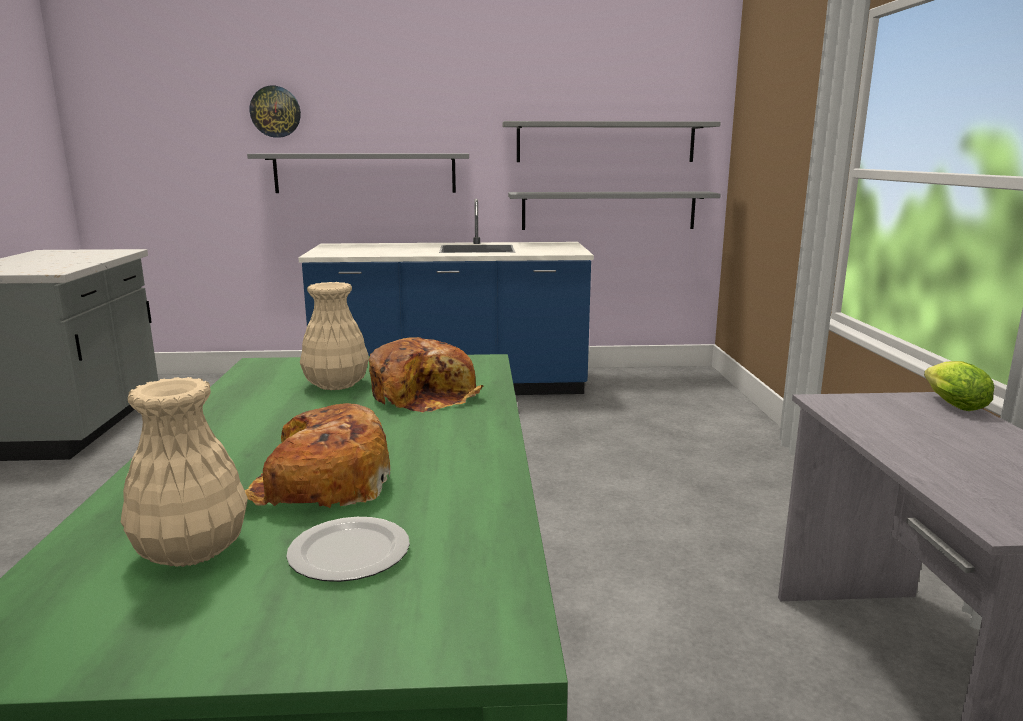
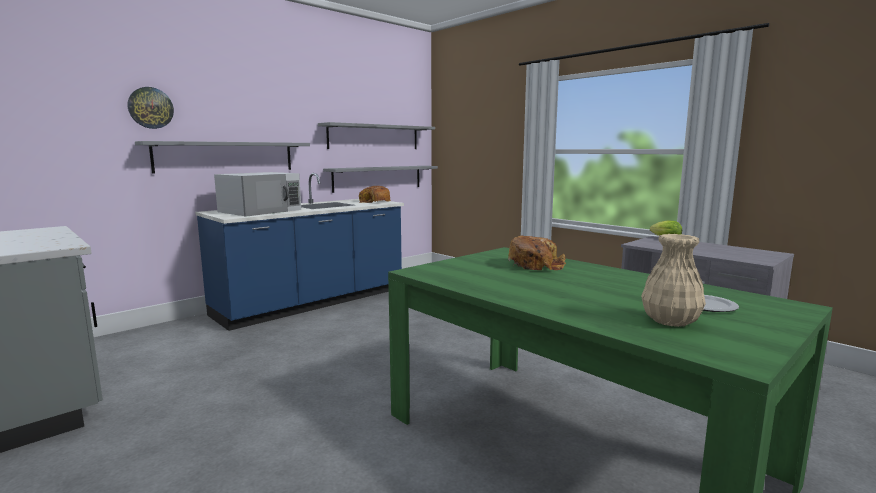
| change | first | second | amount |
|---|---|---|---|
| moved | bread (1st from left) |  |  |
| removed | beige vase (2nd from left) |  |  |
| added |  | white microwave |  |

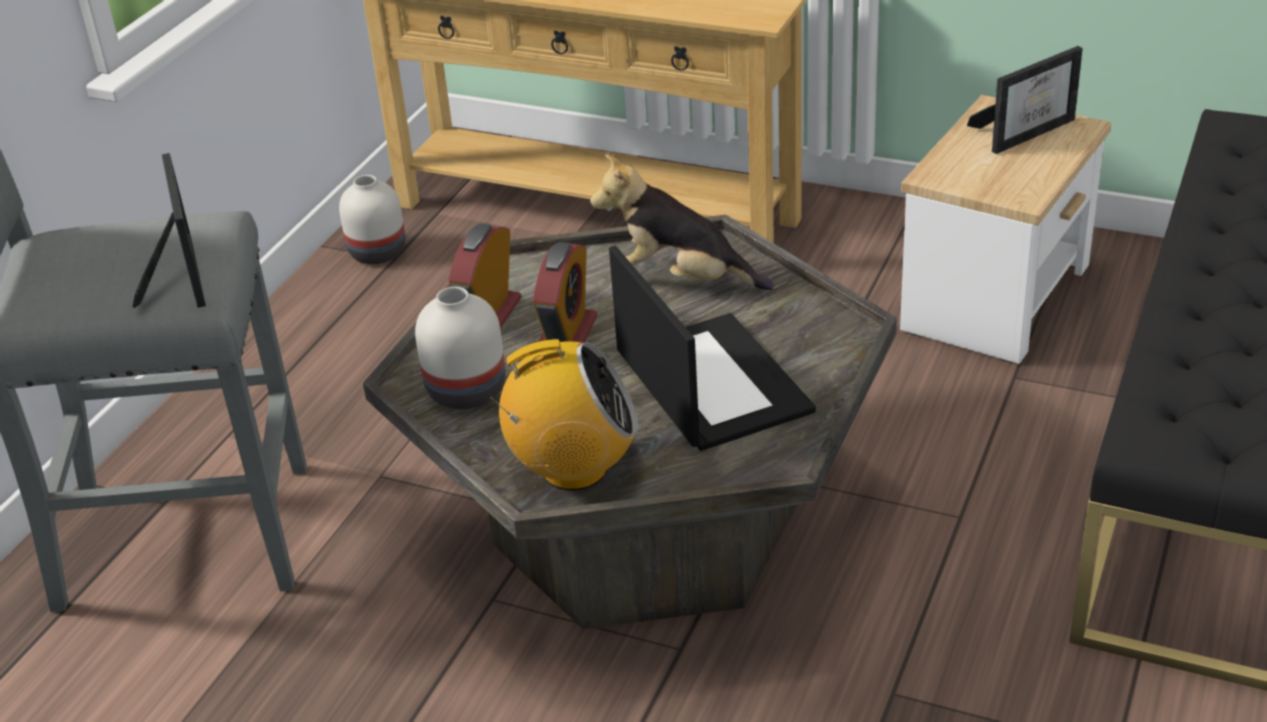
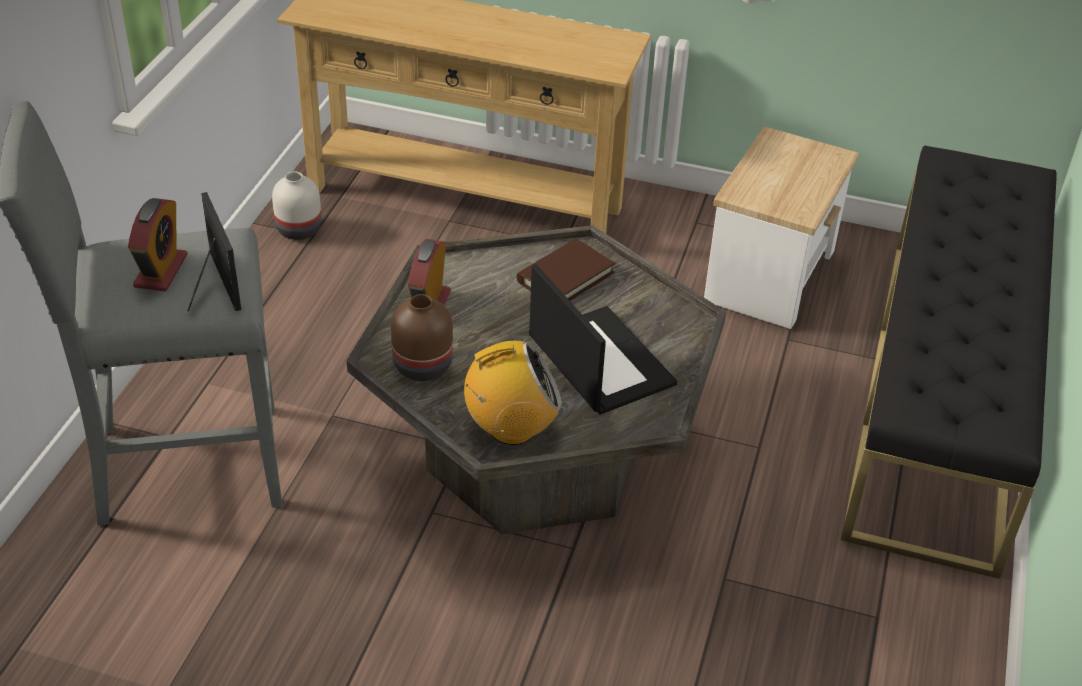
| change | first | second | amount |
|---|---|---|---|
| recoloured | white vase (2nd from left) | brown vase |  |
| moved | alarm clock (2nd from left in the first image) | alarm clock (1st from left) |  |
| replaced | plush toy | brown book |  |
| removed | picture frame (2nd from left) |  |  |

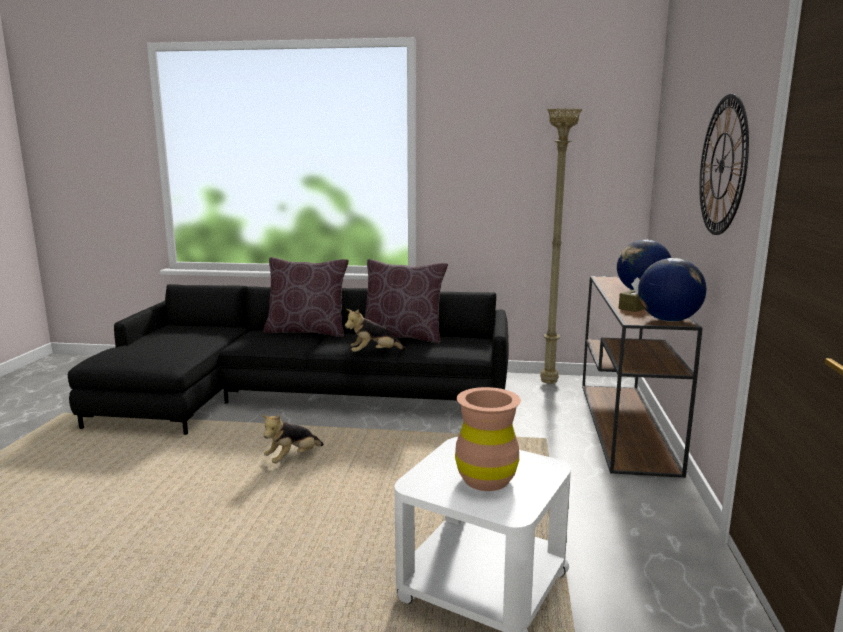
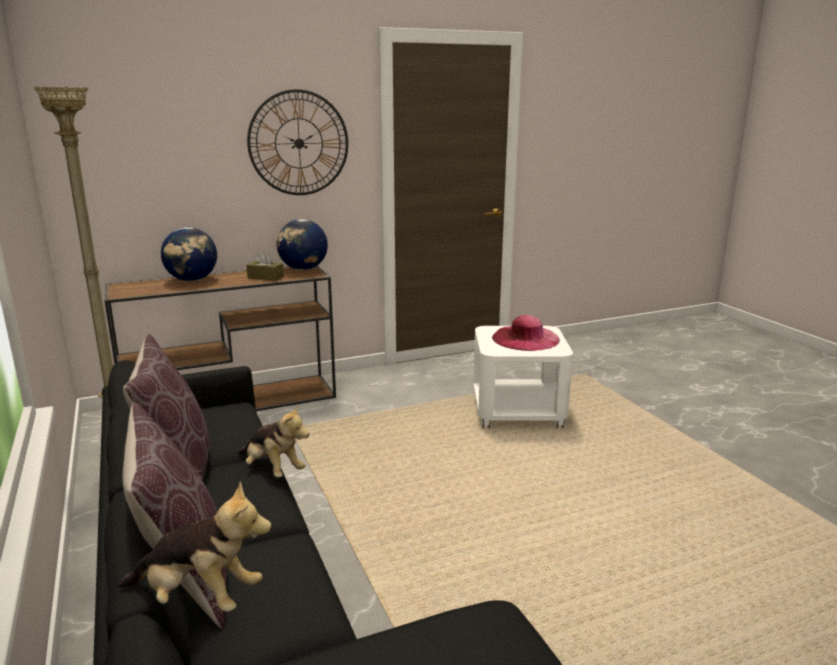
| change | first | second | amount |
|---|---|---|---|
| moved | plush toy (1st from left) |  |  |
| replaced | brown vase | pink hat |  |

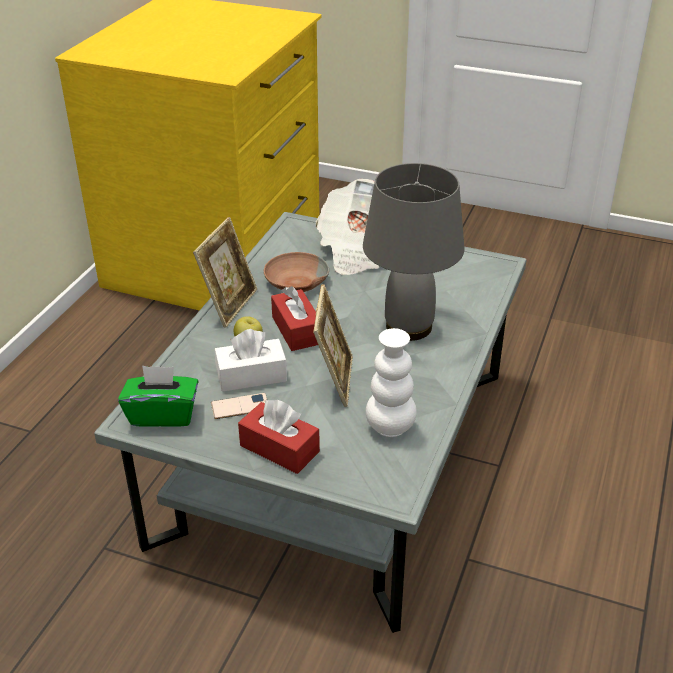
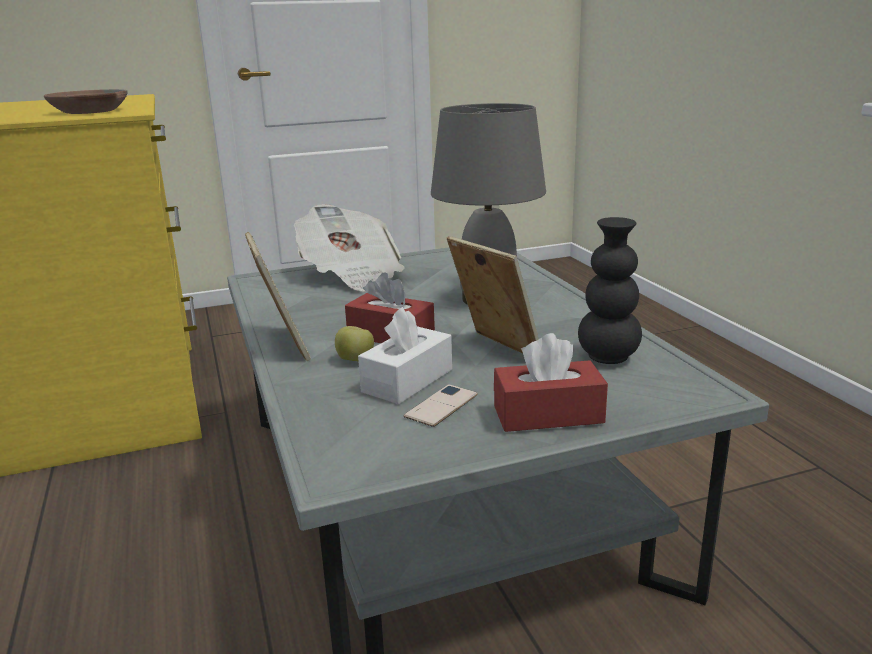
| change | first | second | amount |
|---|---|---|---|
| removed | green tissue box |  |  |
| moved | brown bowl |  |  |
| recoloured | white vase | black vase |  |

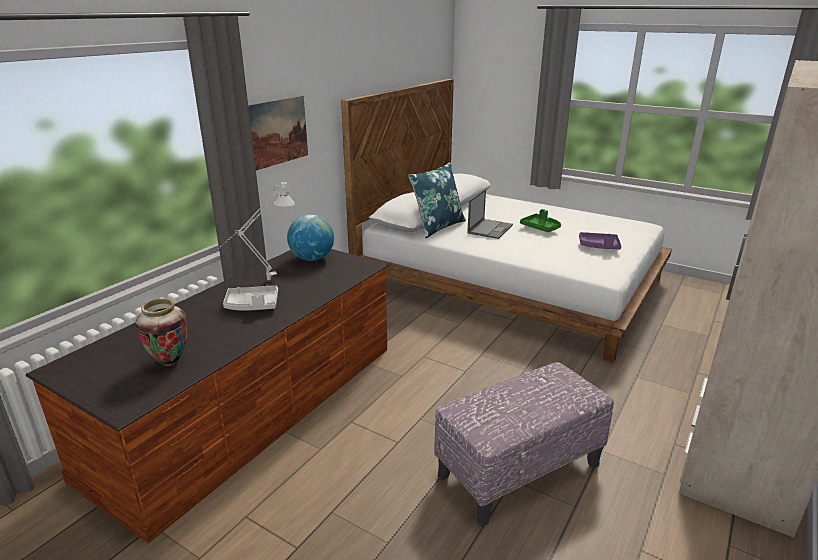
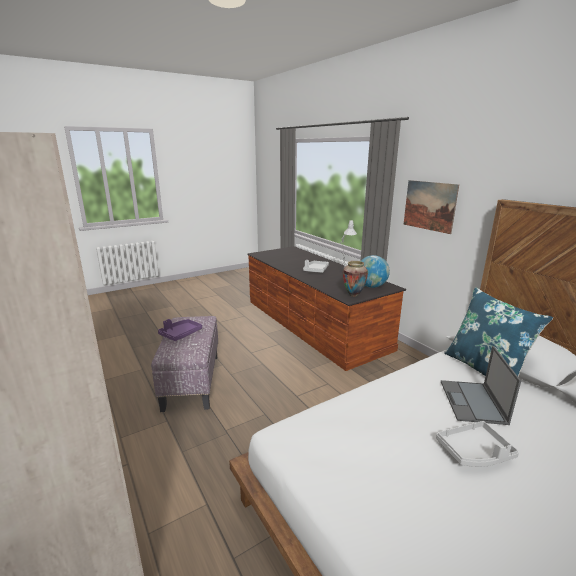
| change | first | second | amount |
|---|---|---|---|
| moved | vase |  |  |
| turned | laptop |  | 45 degrees clockwise |
| recoloured | green tray | grey tray (2nd from left) |  |
| moved | purple tray |  |  |

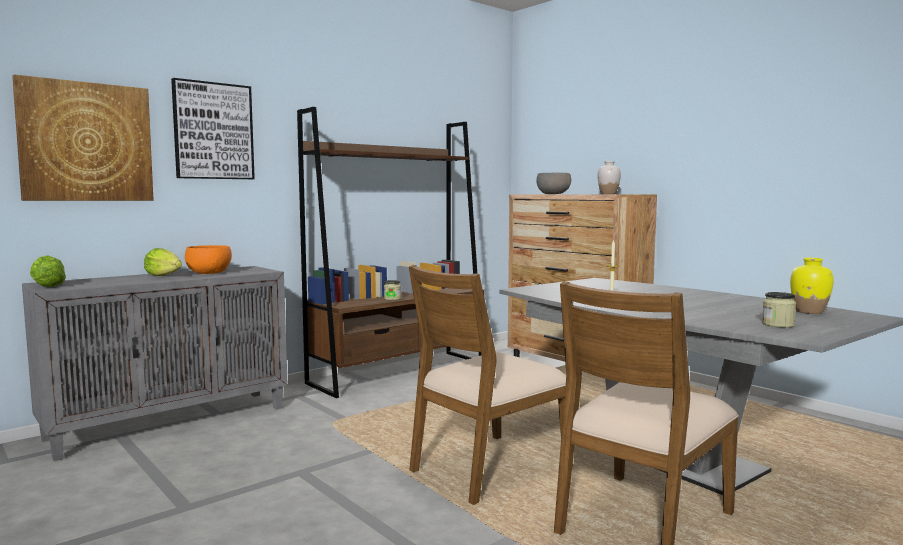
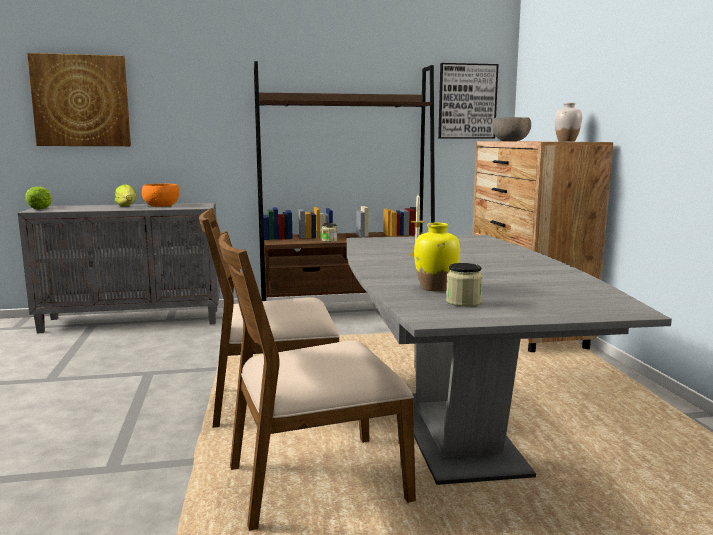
| change | first | second | amount |
|---|---|---|---|
| moved | picture (2nd from left) |  |  |
| moved | yellow vase |  |  |

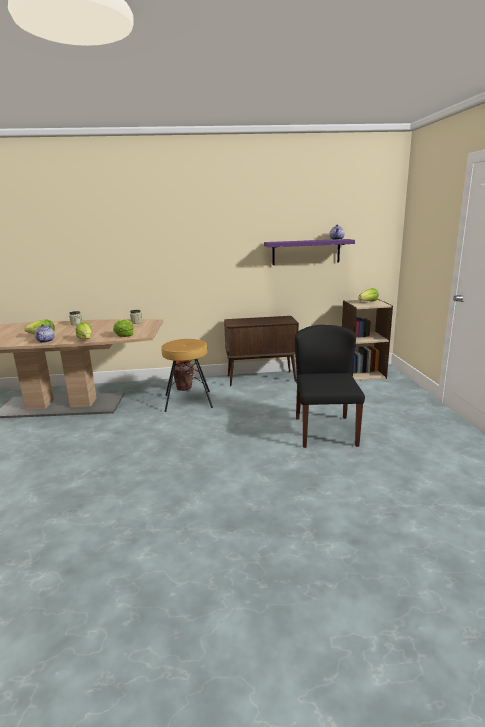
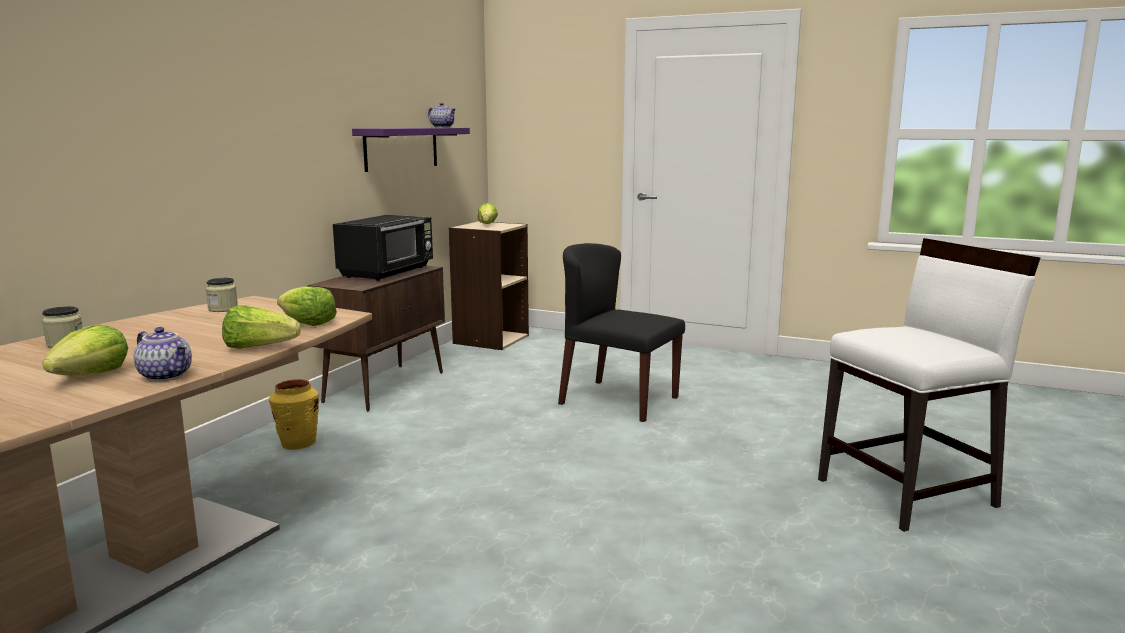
| change | first | second | amount |
|---|---|---|---|
| removed | brown stool |  |  |
| recoloured | brown vase | yellow vase |  |
| added |  | black microwave |  |
| added |  | white chair |  |

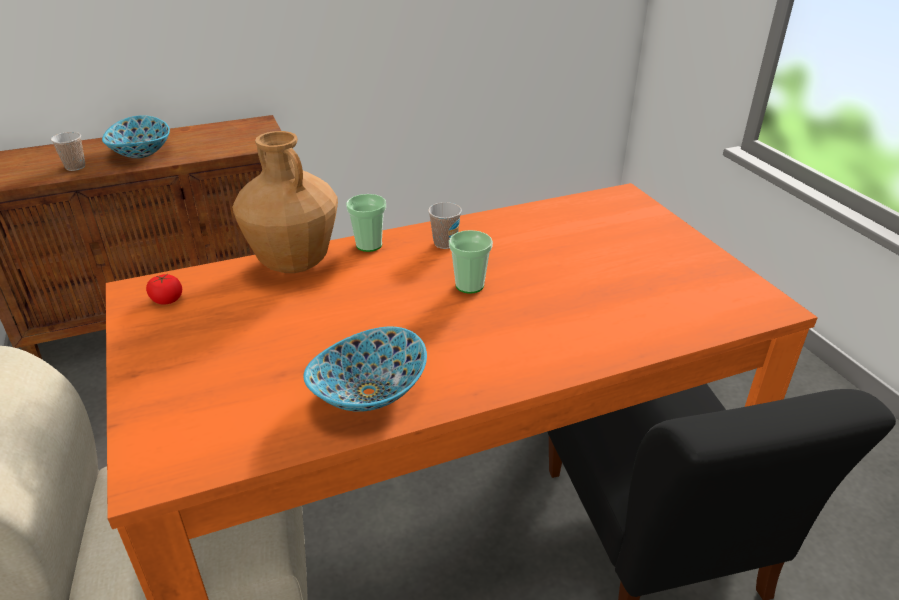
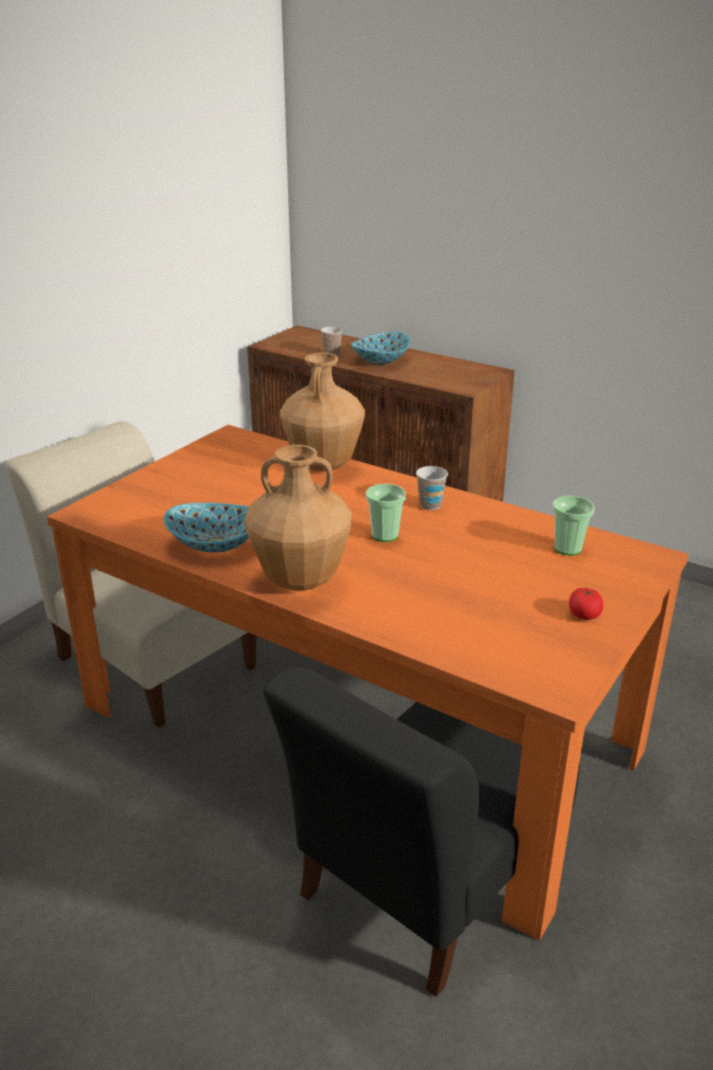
| change | first | second | amount |
|---|---|---|---|
| moved | tomato |  |  |
| moved | cup (2nd from left in the first image) | cup (4th from left) |  |
| added |  | brown vase (1st from left) |  |

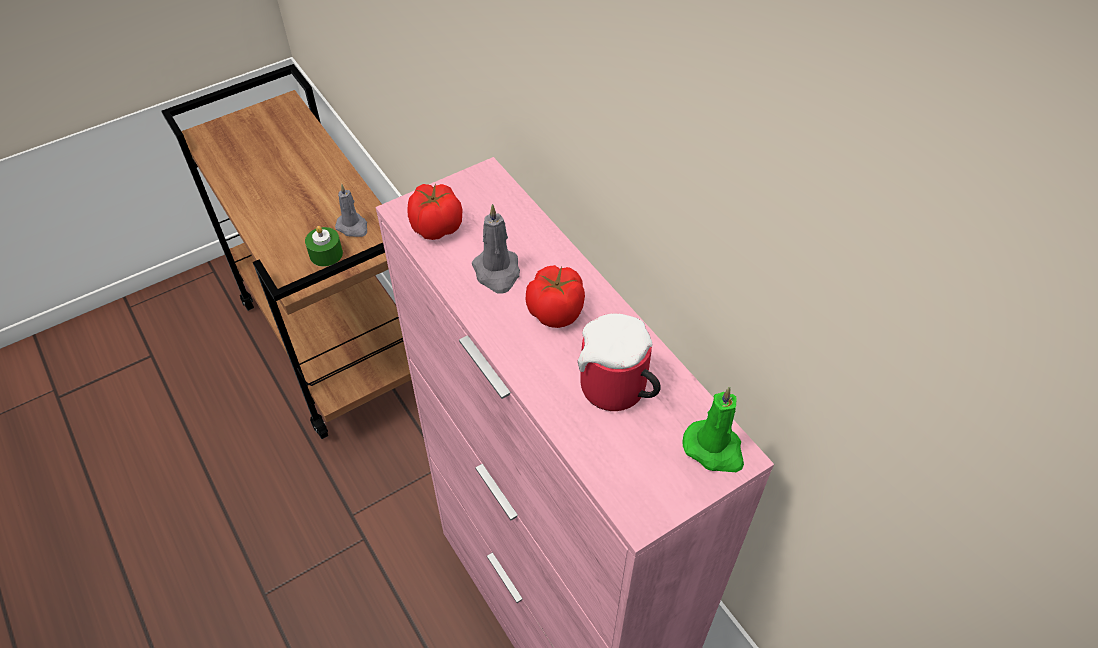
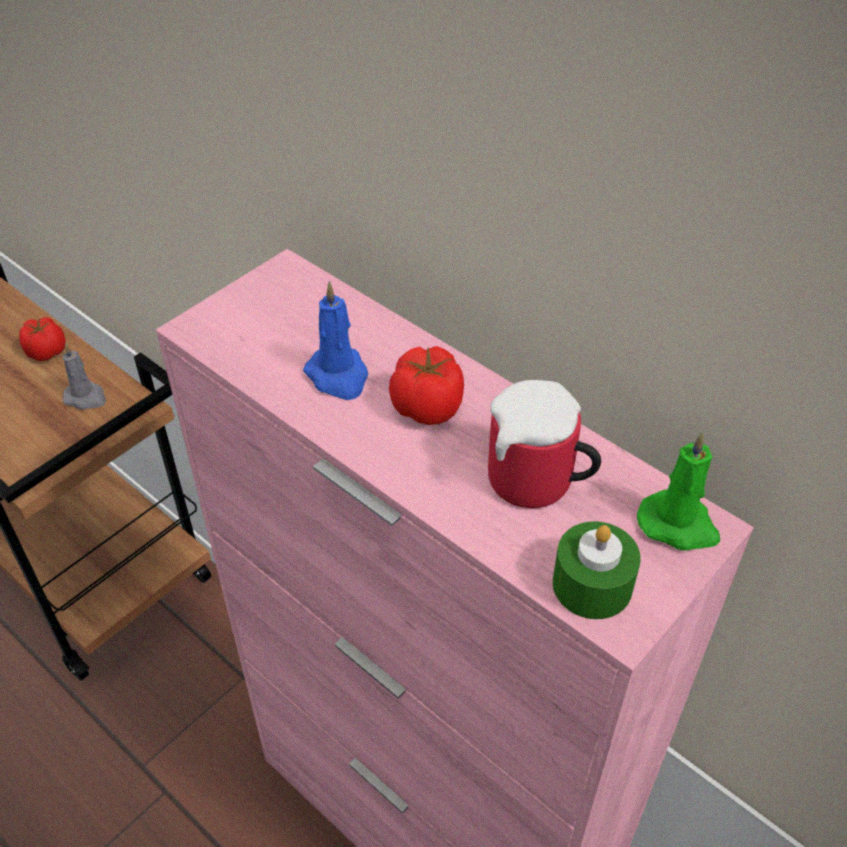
| change | first | second | amount |
|---|---|---|---|
| moved | green candle (1st from left) |  |  |
| moved | tomato (1st from left) |  |  |
| recoloured | grey candle (2nd from left) | blue candle |  |

